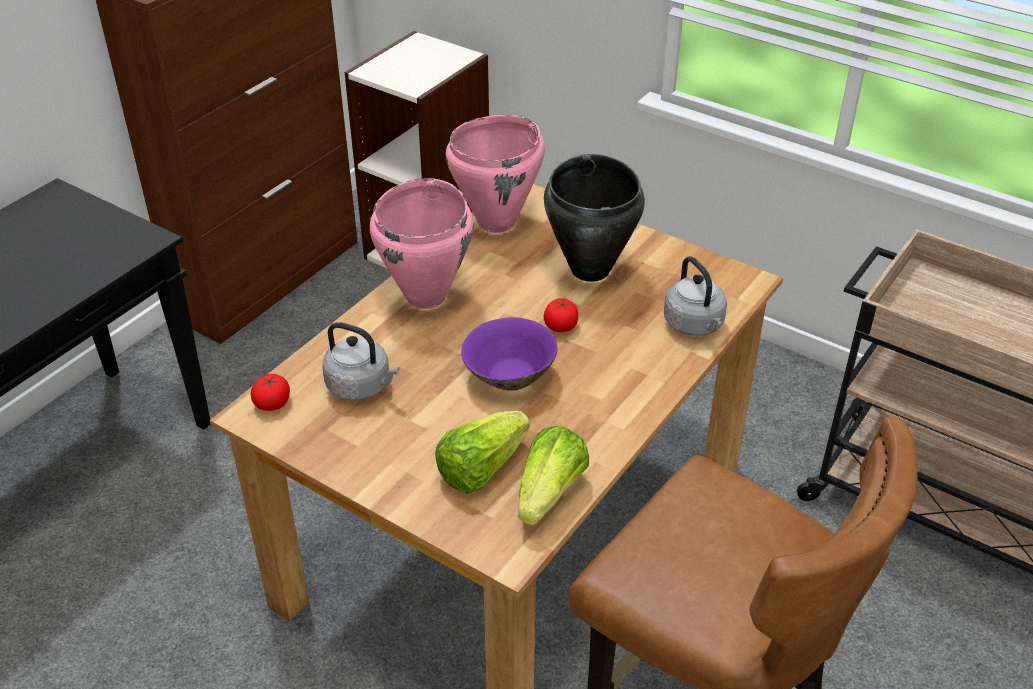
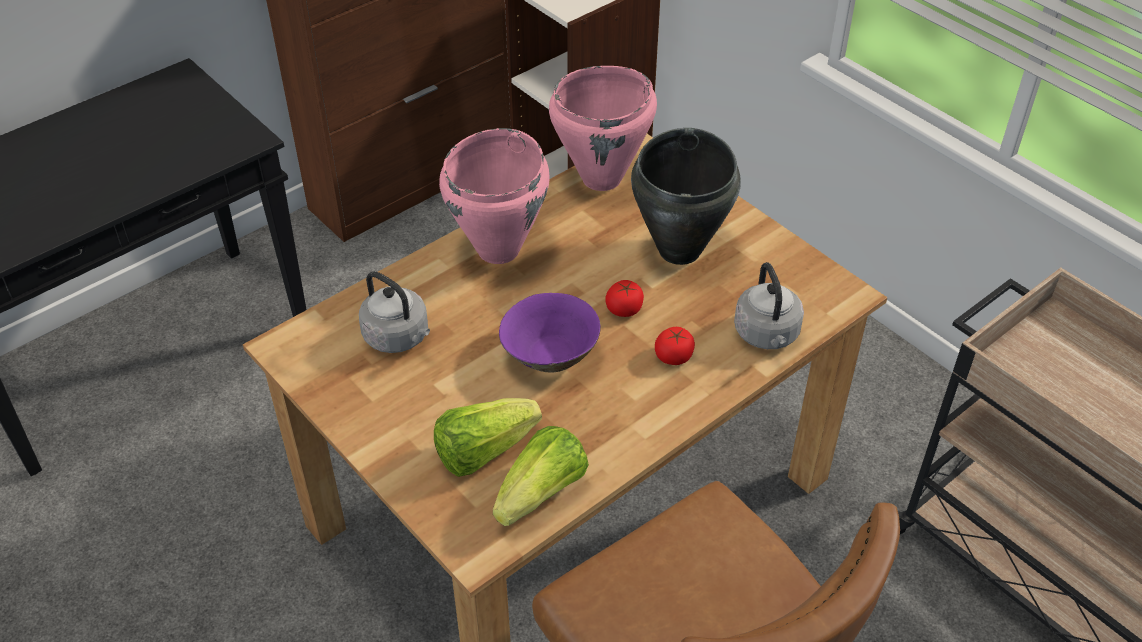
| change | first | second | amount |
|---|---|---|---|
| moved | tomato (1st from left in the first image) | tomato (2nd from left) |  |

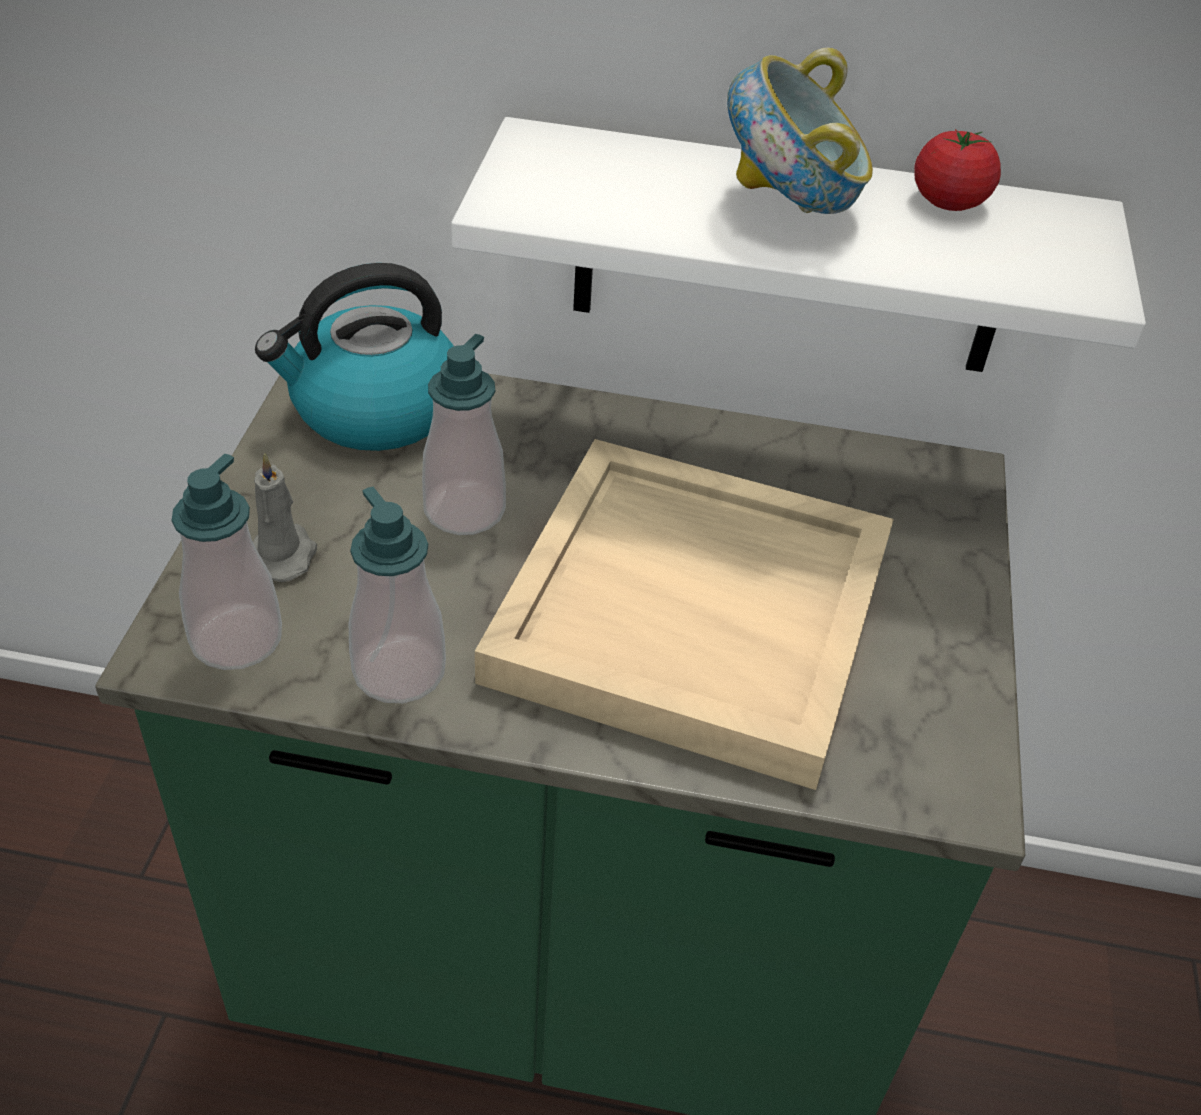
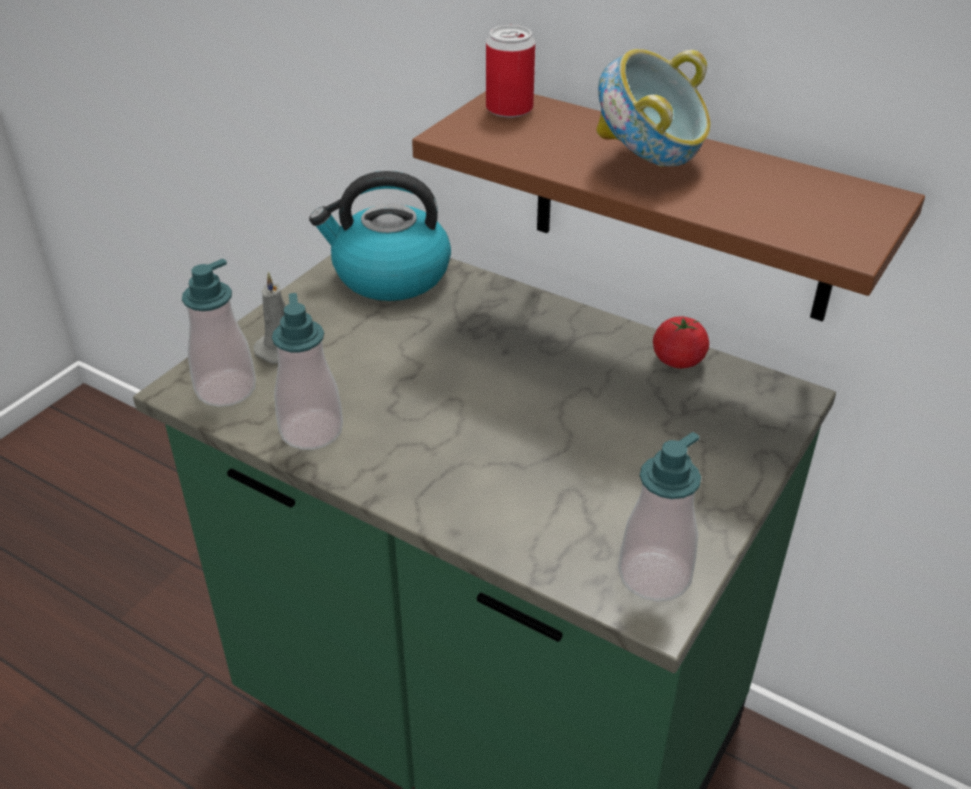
| change | first | second | amount |
|---|---|---|---|
| moved | soap dispenser (3rd from left) |  |  |
| recoloured | white shelf | brown shelf |  |
| removed | beige tray |  |  |
| moved | tomato |  |  |
| added |  | can |  |

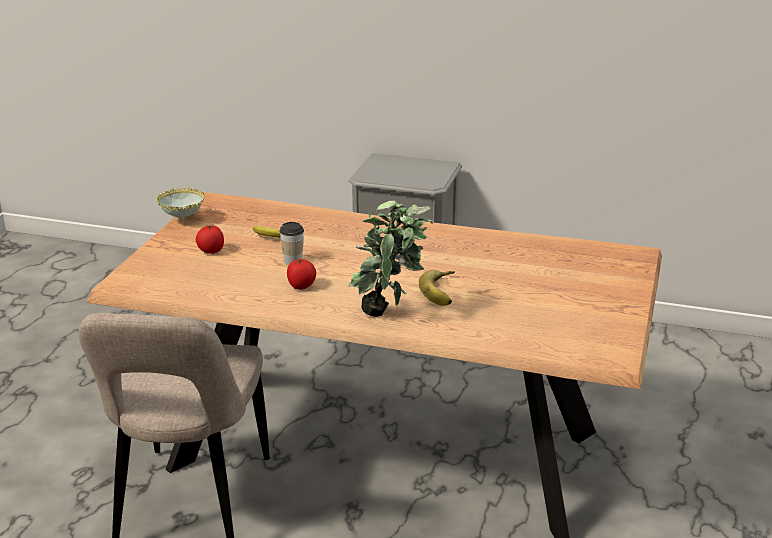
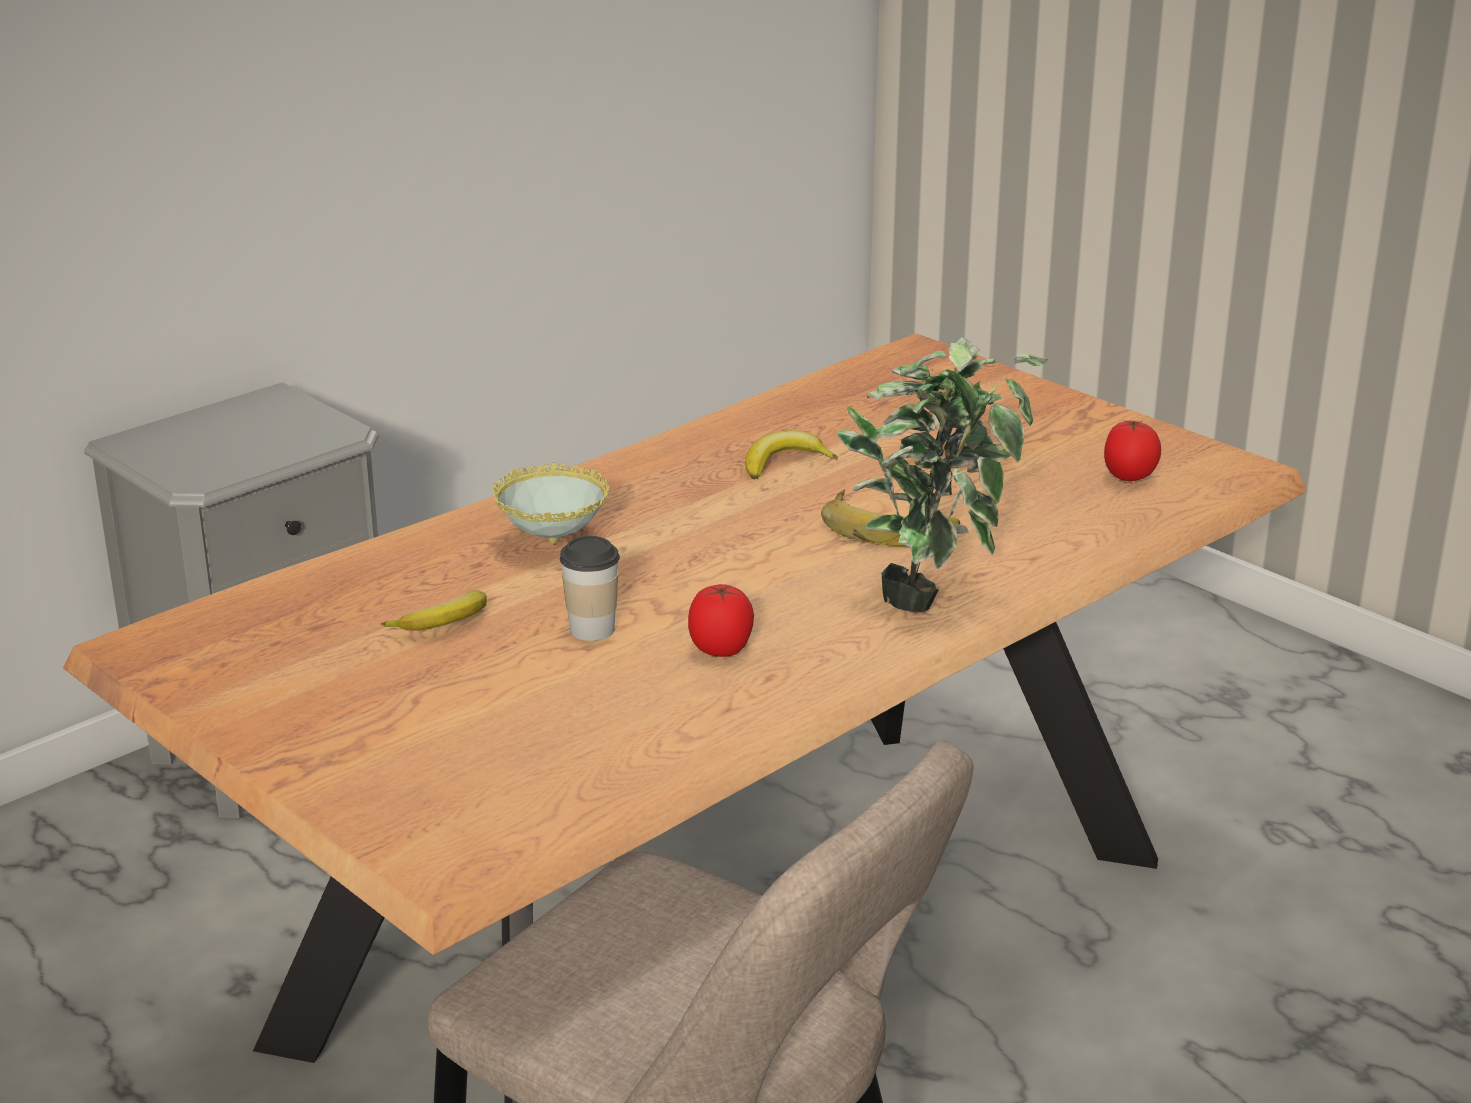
| change | first | second | amount |
|---|---|---|---|
| moved | bowl |  |  |
| moved | tomato (1st from left in the first image) | tomato (2nd from left) |  |
| added |  | banana (2nd from left) |  |

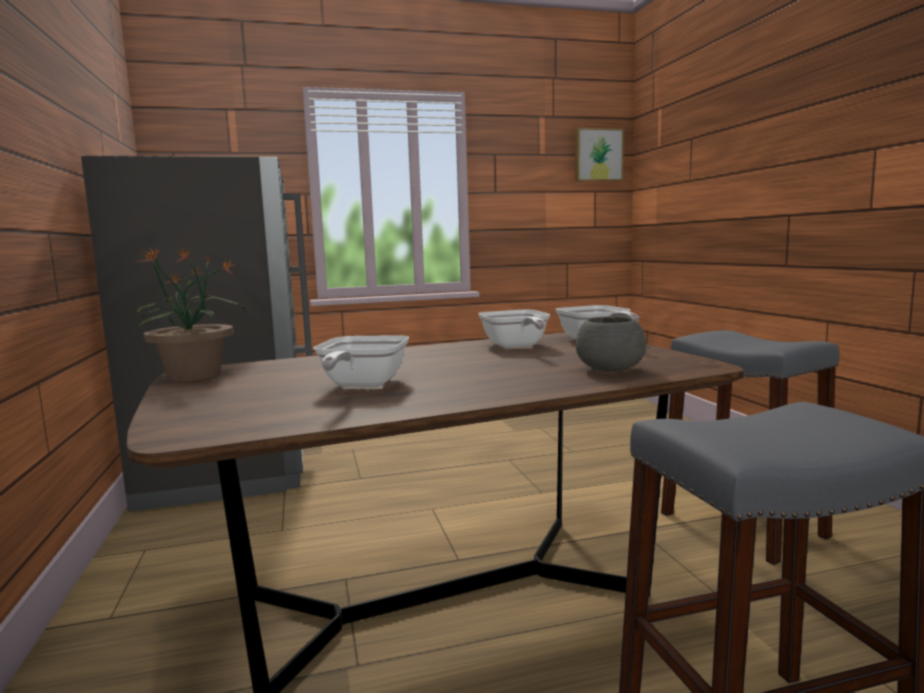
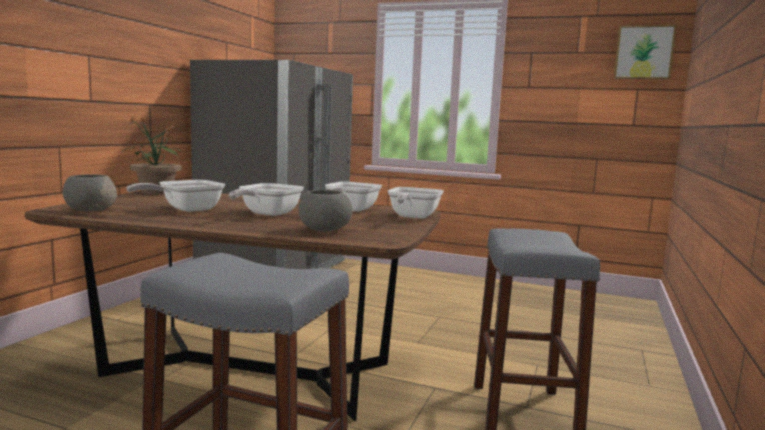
| change | first | second | amount |
|---|---|---|---|
| added |  | grey bowl (1st from left) |  |
| added |  | frying pan (2nd from left) |  |

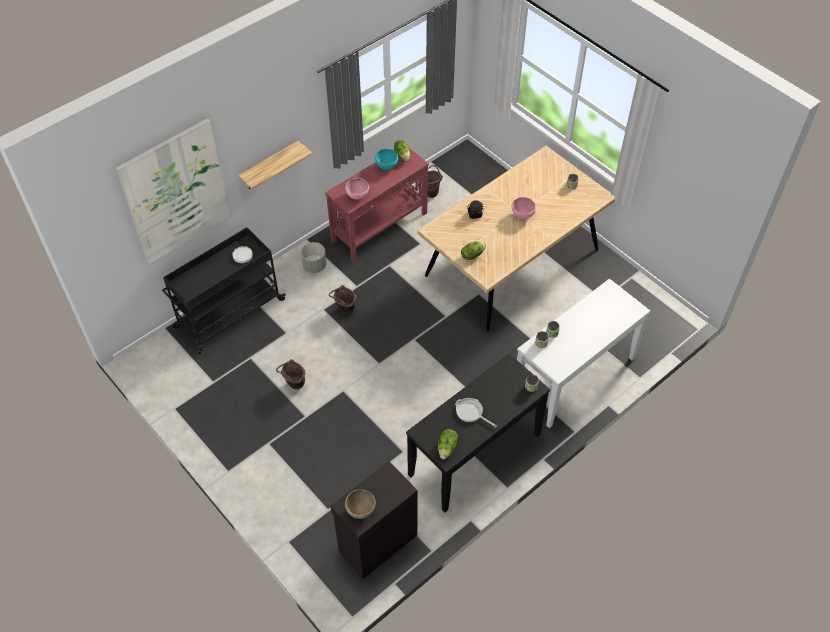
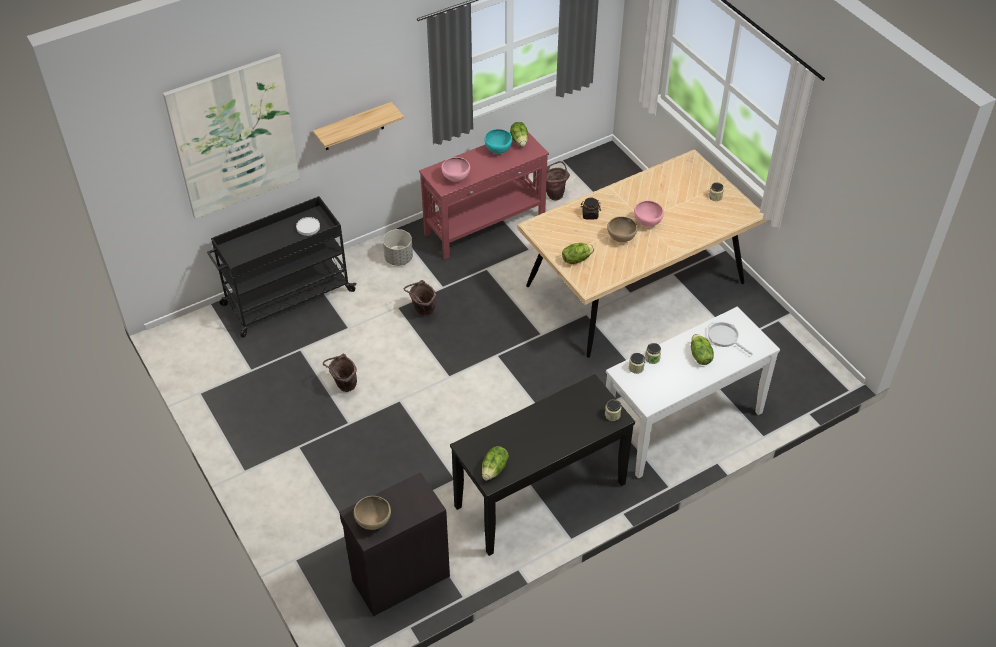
| change | first | second | amount |
|---|---|---|---|
| moved | frying pan |  |  |
| added |  | brown bowl (2nd from left) |  |
| added |  | lettuce (4th from left) |  |

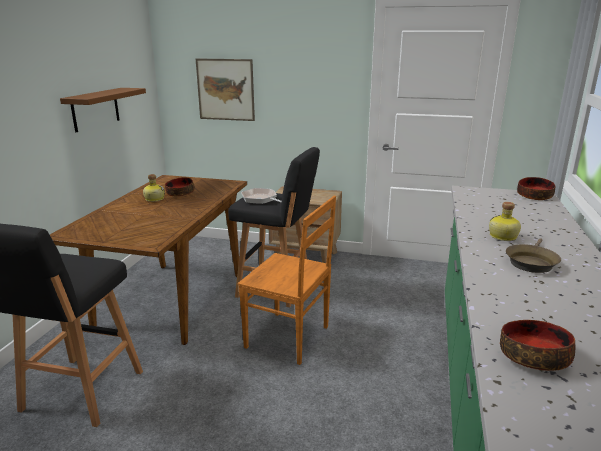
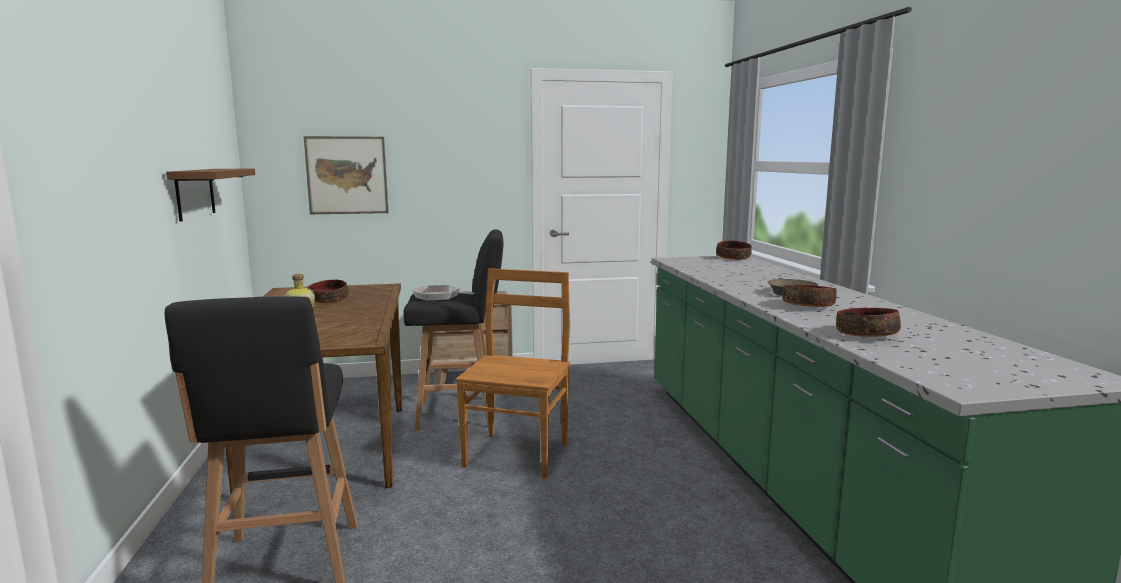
| change | first | second | amount |
|---|---|---|---|
| turned | brown chair |  | 75 degrees counterclockwise |
| removed | bottle (2nd from left) |  |  |
| added |  | bowl (3rd from left) |  |

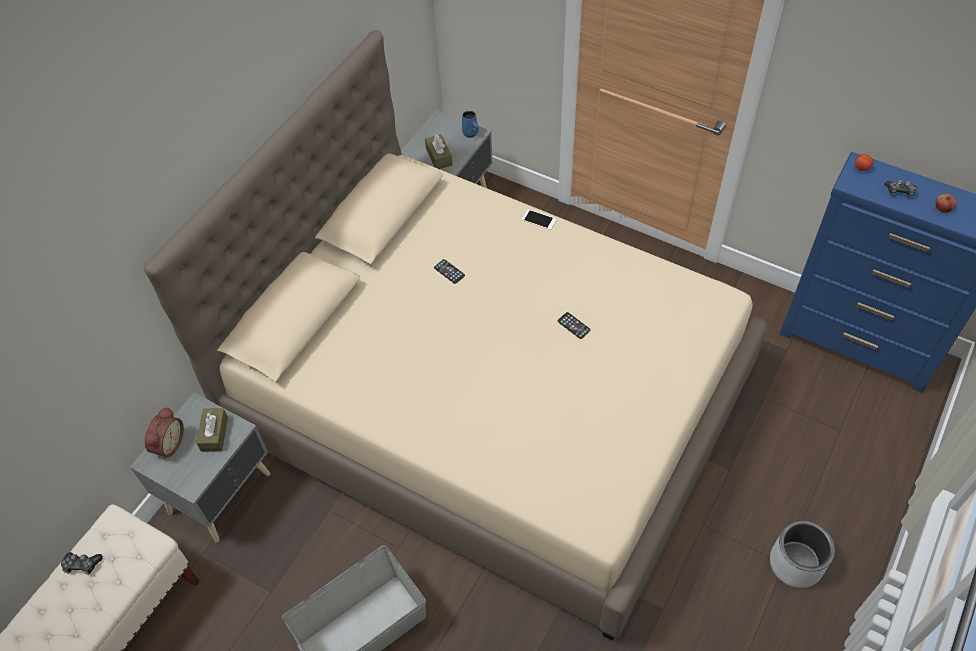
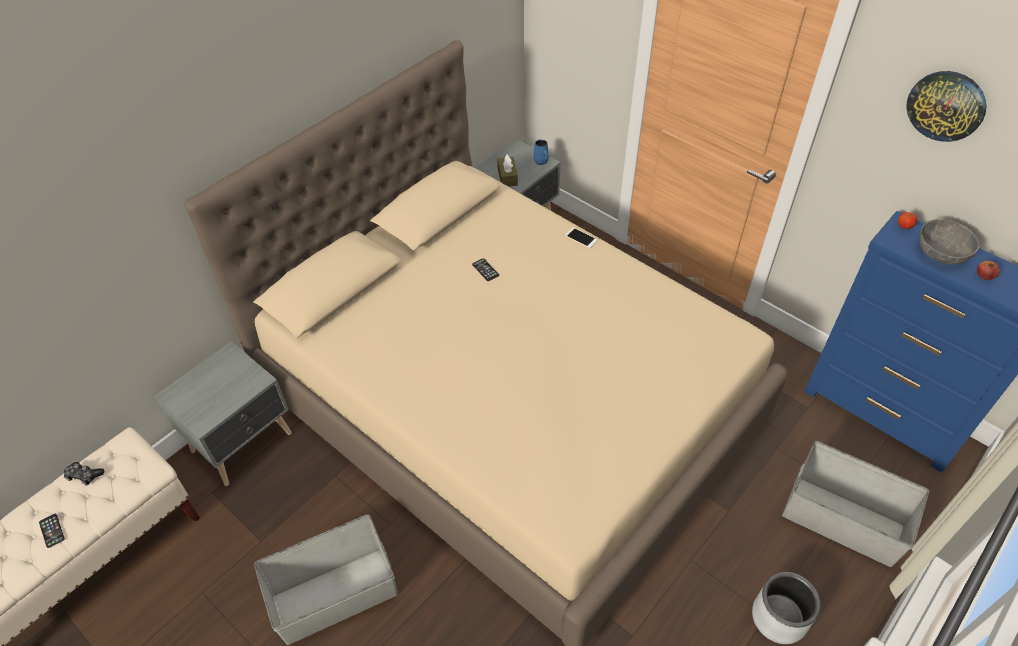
| change | first | second | amount |
|---|---|---|---|
| removed | alarm clock |  |  |
| removed | brown tissue box (1st from left) |  |  |
| moved | phone (3rd from left in the first image) | phone (1st from left) |  |
| replaced | game controller (2nd from left) | grey bowl |  |
| added |  | grey storage box (2nd from left) |  |
| added |  | wall clock |  |

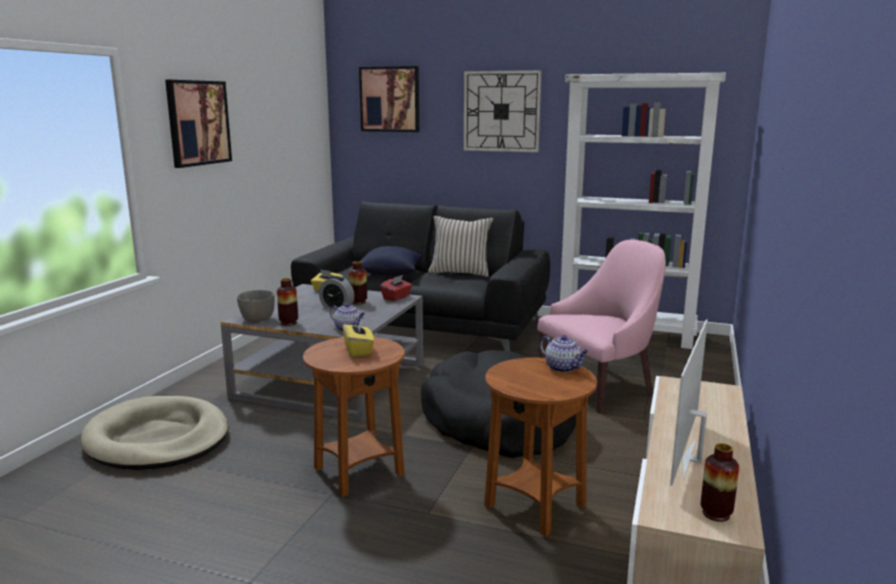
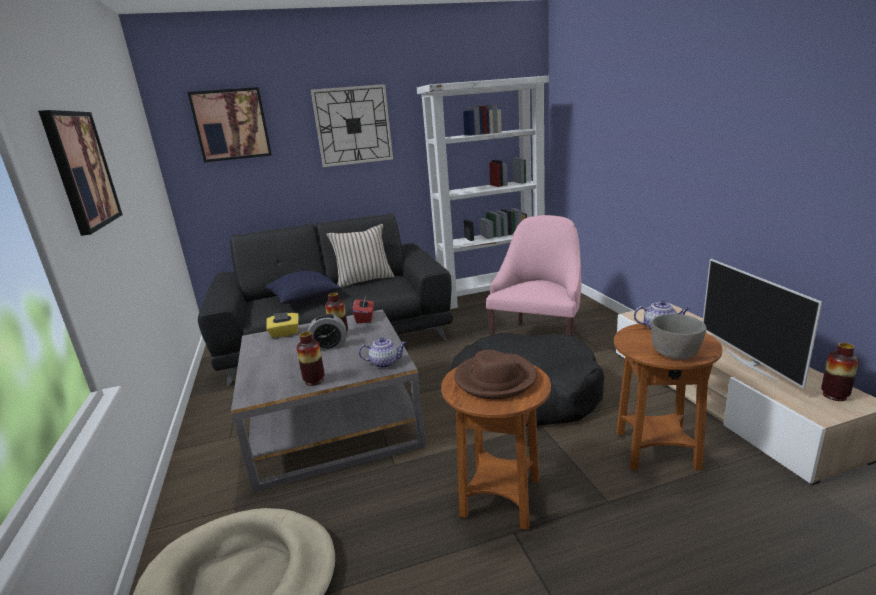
| change | first | second | amount |
|---|---|---|---|
| moved | grey bowl |  |  |
| replaced | yellow tissue box (2nd from left) | brown hat |  |

